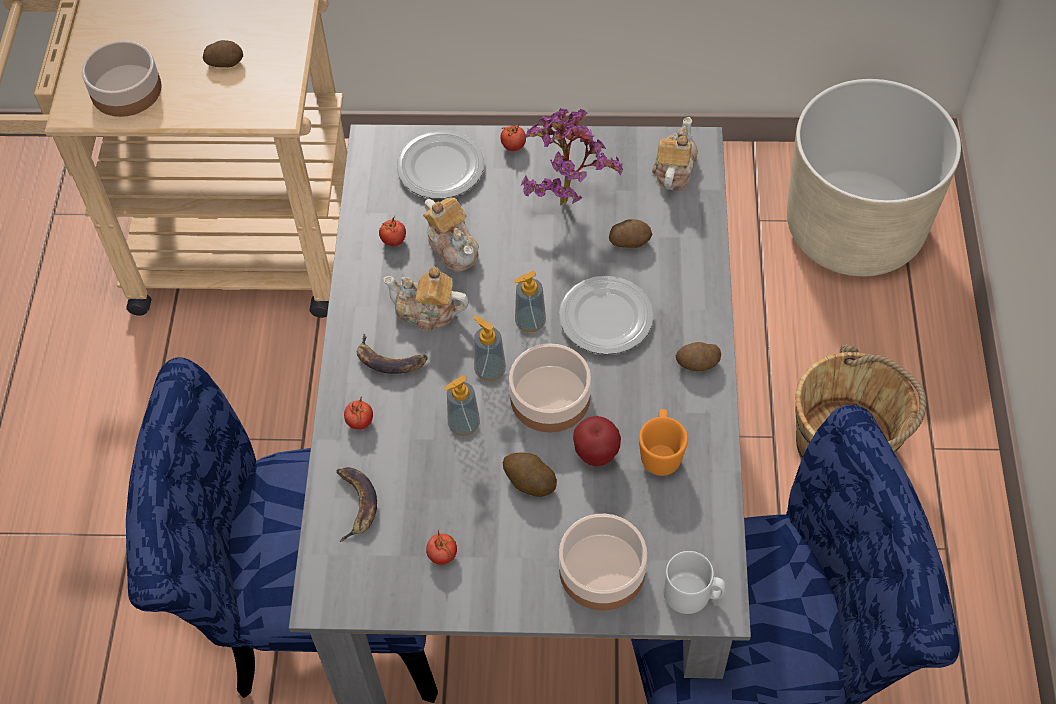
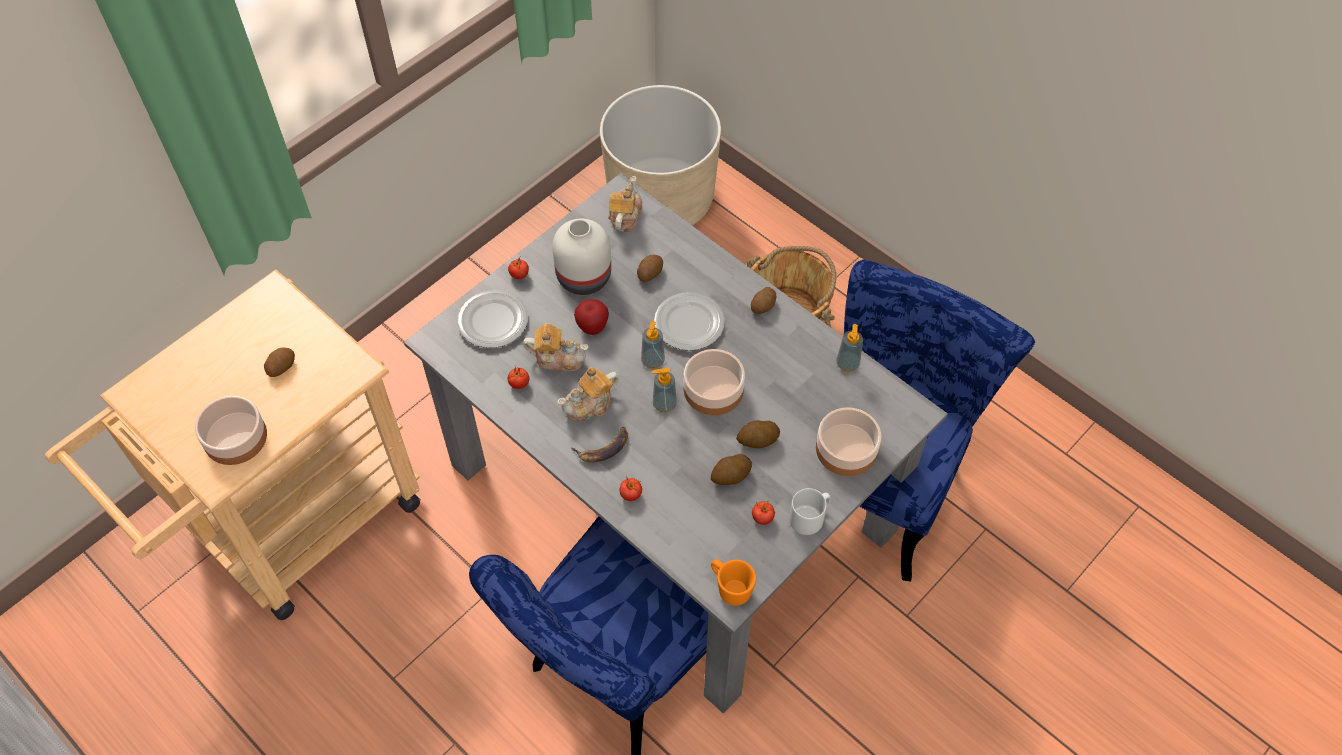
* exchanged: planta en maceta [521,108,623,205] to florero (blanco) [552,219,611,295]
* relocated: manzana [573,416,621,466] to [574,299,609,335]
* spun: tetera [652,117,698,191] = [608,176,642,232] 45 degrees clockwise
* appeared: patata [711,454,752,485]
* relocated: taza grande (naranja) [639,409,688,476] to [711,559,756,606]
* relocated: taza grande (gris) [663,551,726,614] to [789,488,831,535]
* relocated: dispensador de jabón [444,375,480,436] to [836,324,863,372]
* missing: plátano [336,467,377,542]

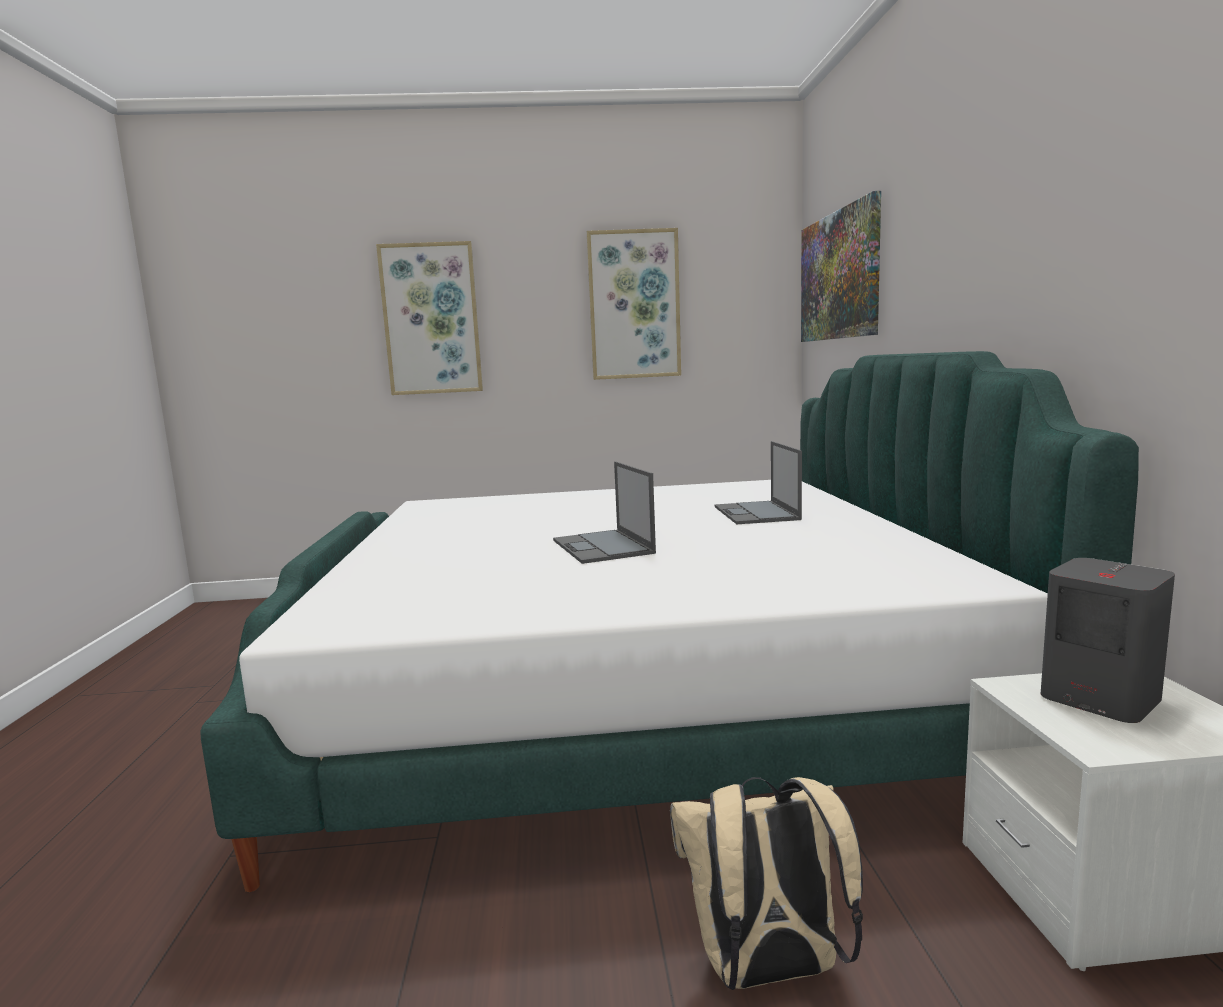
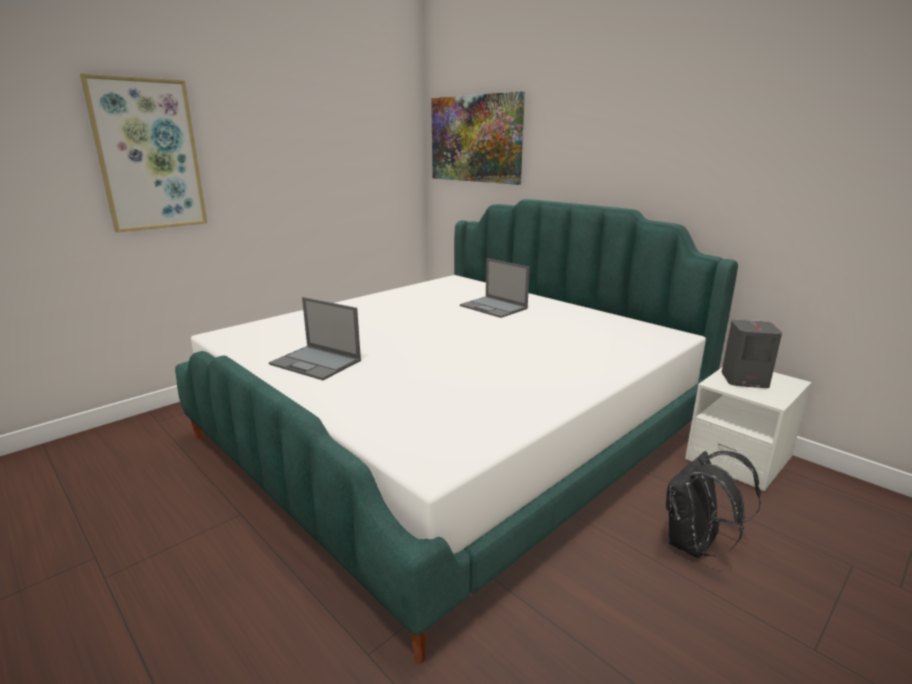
* relocated: portátil [553,462,656,564] to [269,297,361,380]
* colour: mochila (beis) [670,777,863,990] to mochila (negro) [666,451,761,558]
* missing: cuadro [587,228,681,380]

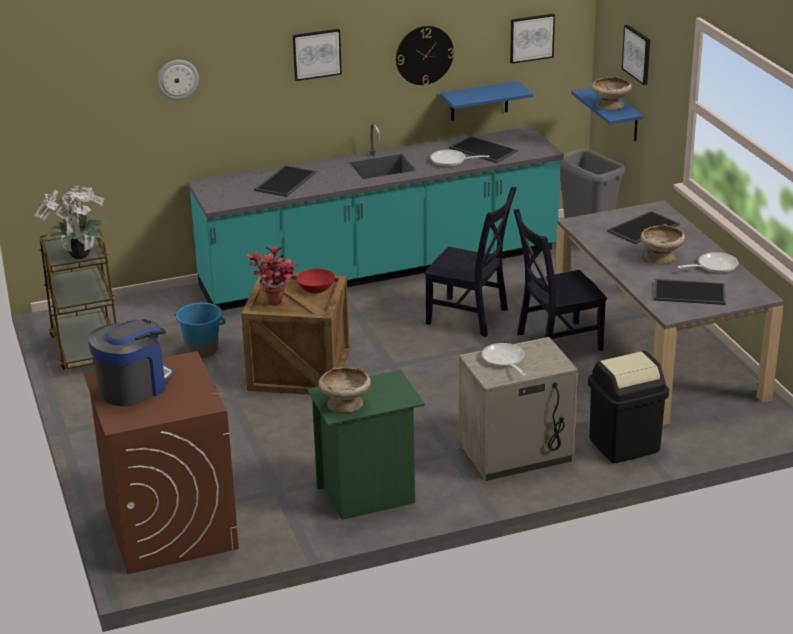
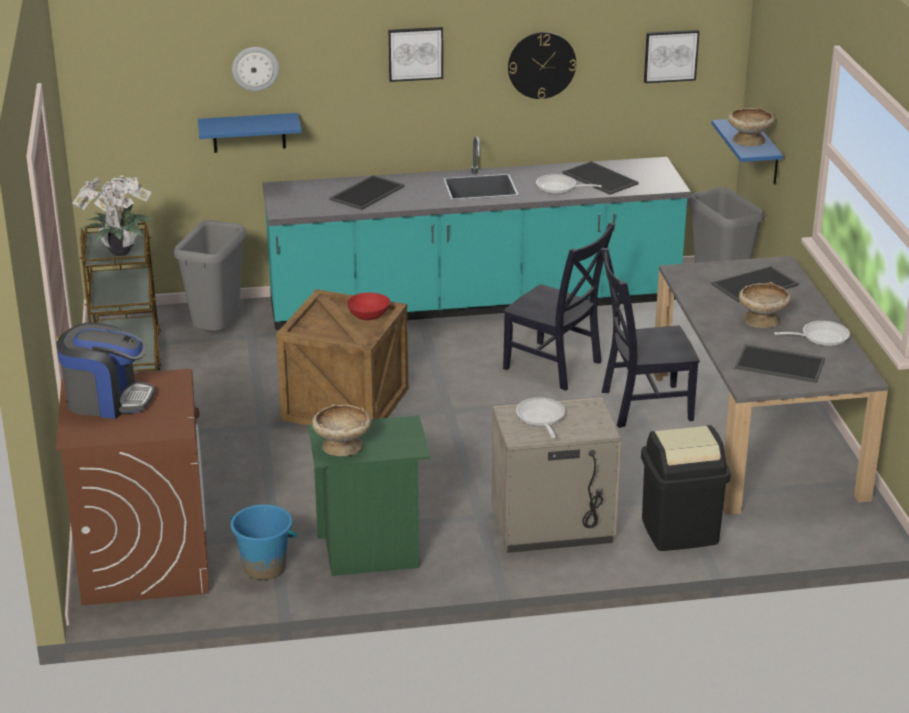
* spun: cafetera [88,319,175,406] = [56,322,155,419] 45 degrees clockwise
* appeared: papelera (gris) [174,220,247,331]
* relocated: estante (azul) [440,81,533,121] to [198,113,302,153]
* relocated: cubo (azul) [174,303,226,358] to [230,504,297,580]
* missing: planta en maceta [245,246,300,306]
* missing: cuadro [622,25,650,85]

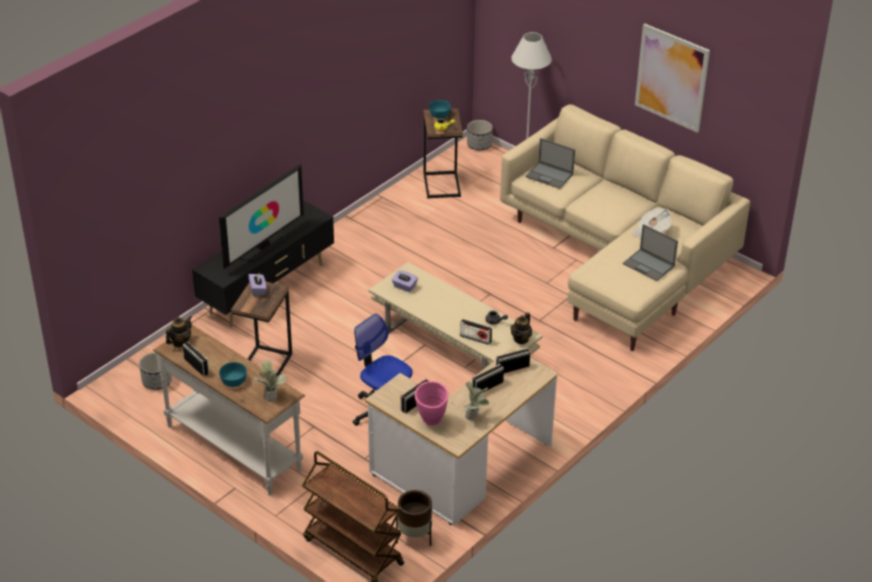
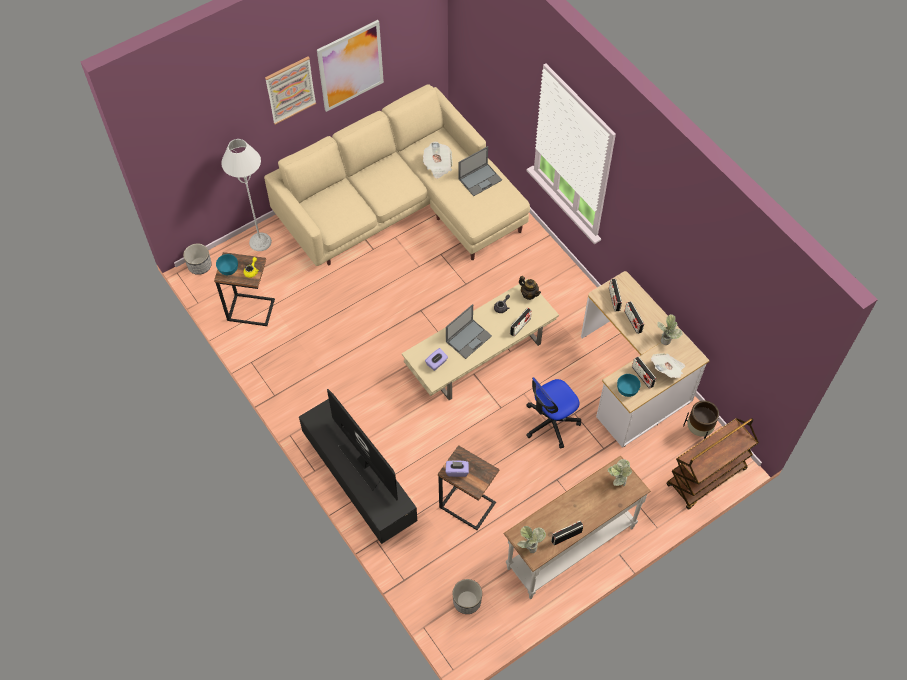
* appeared: cuadro [265,57,316,125]
* relocated: portátil [525,138,575,189] to [446,304,492,359]
* exchanged: tetera [166,316,192,347] to planta en maceta [517,526,546,553]
* relocated: cuenco (turquesa) [219,362,247,387] to [617,374,641,397]
* exchanged: florero (rosa) [415,381,448,426] to periódico [651,353,685,378]

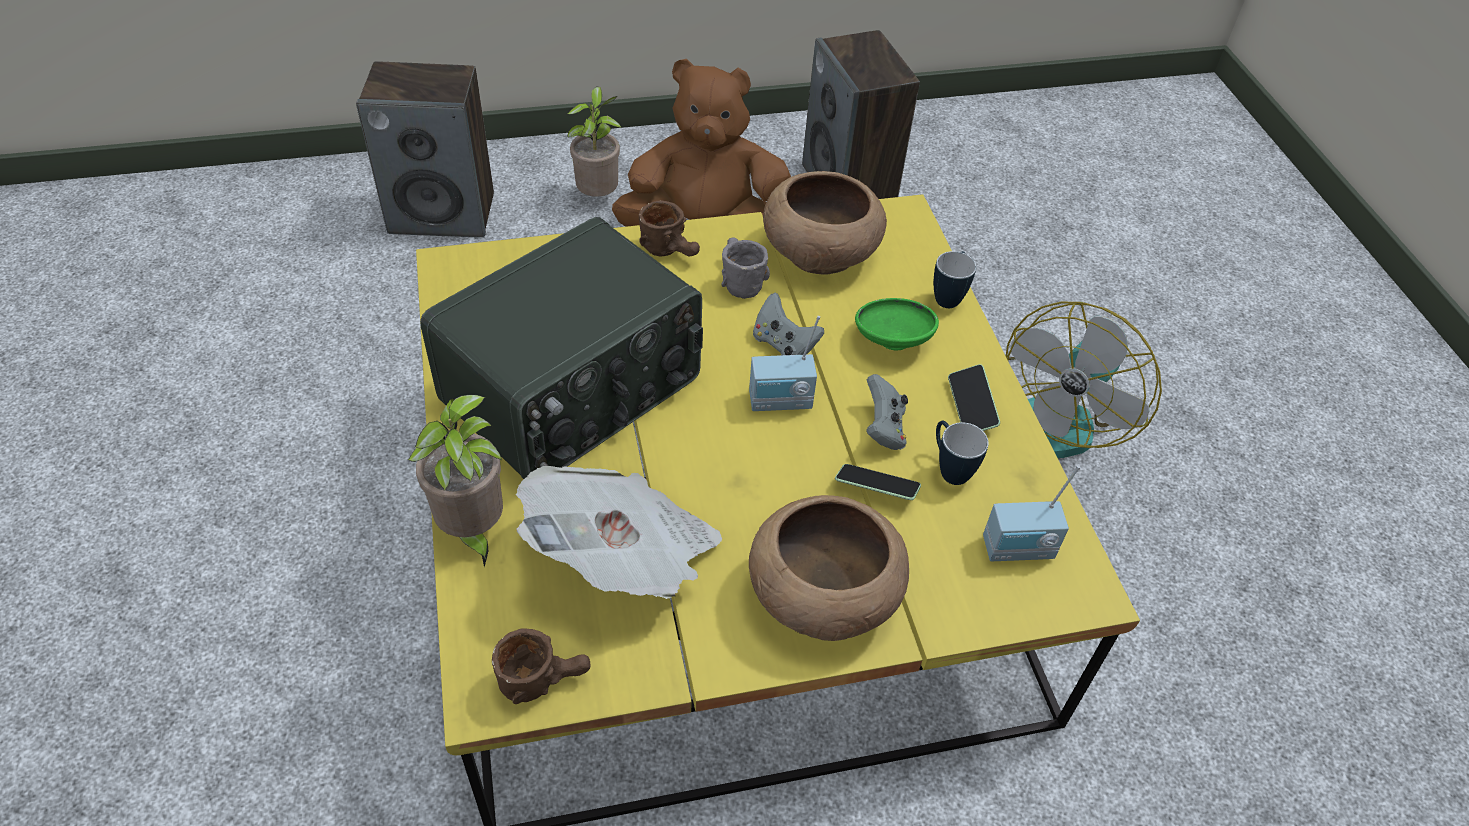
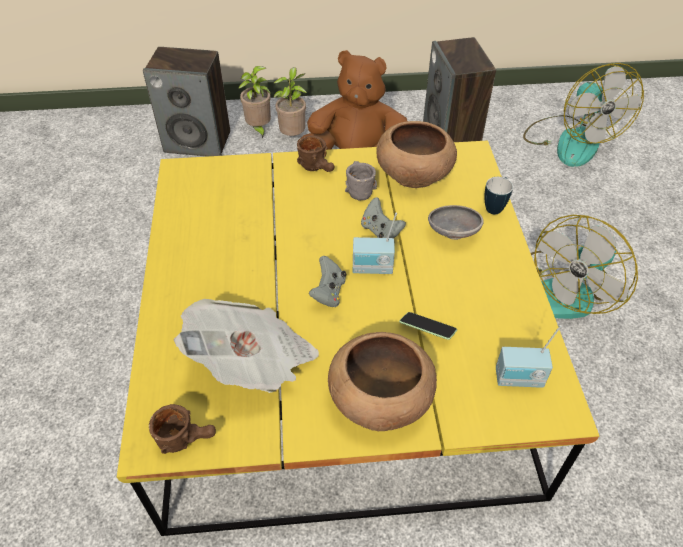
* relocated: planta en maceta [408,395,503,567] to [238,66,271,139]
* relocated: mando de consola (gris) [866,374,908,450] to [309,256,346,307]
* colour: cuenco (verde) [855,298,939,350] to cuenco (gris) [428,205,484,240]
* appeared: ventilador [523,63,644,167]
* missing: radio [420,217,703,479]
* missing: taza grande [936,421,989,485]
* missing: móvil [948,364,1000,431]

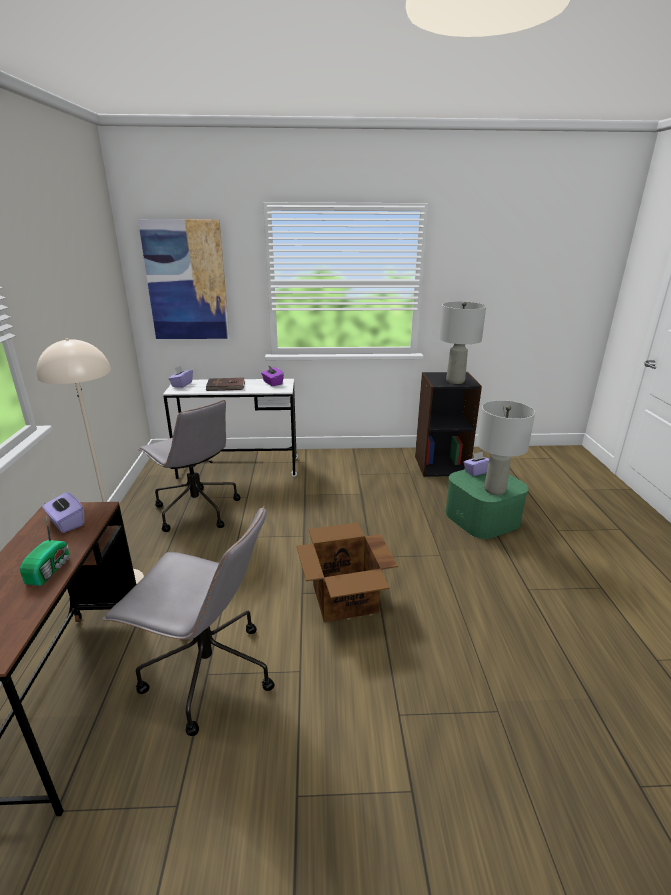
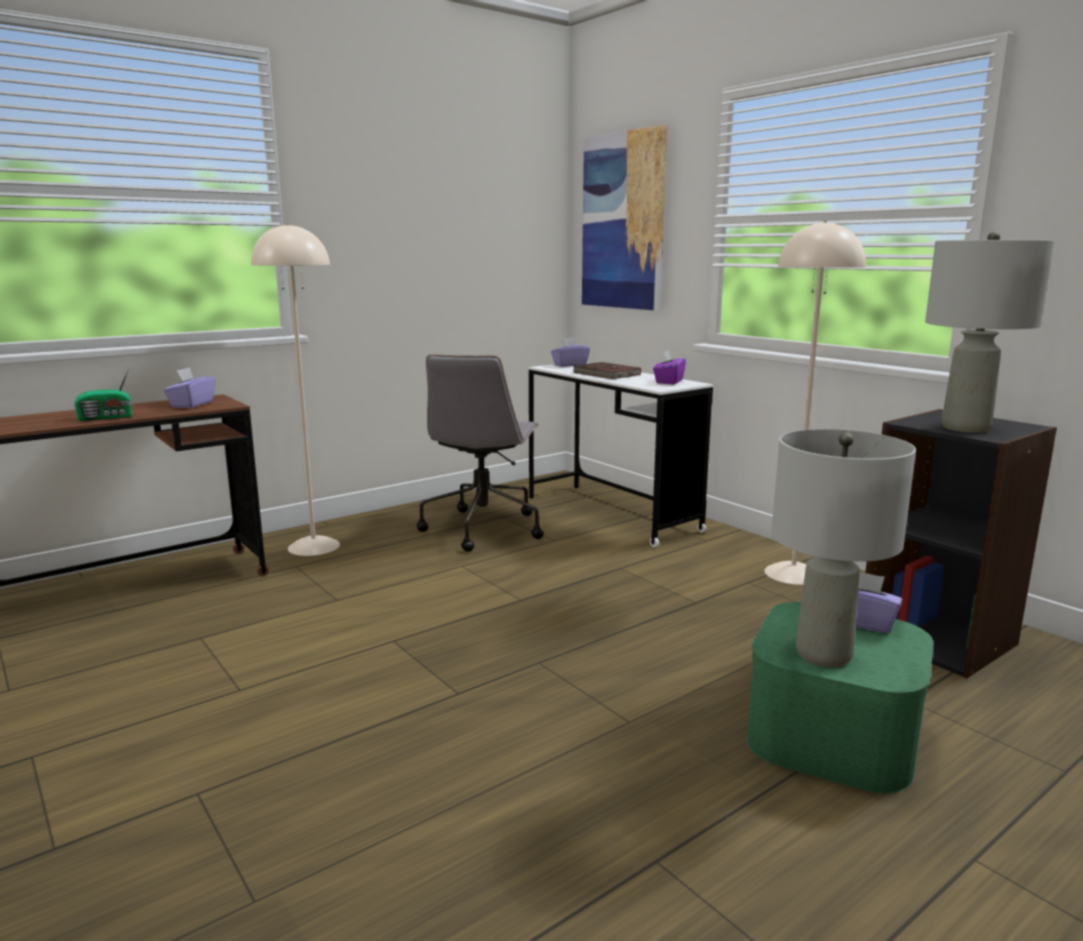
* appeared: lámpara de pie (beis) [764,220,866,585]
* missing: silla de oficina (gris) [103,506,275,736]
* missing: caja de cartón [297,522,398,622]

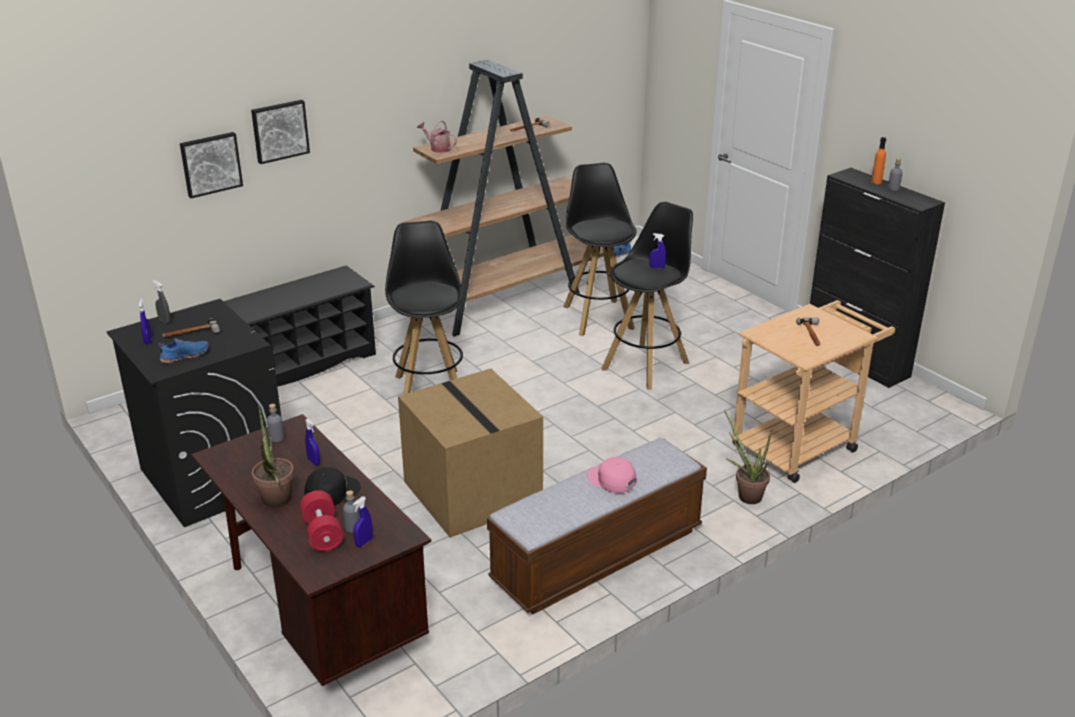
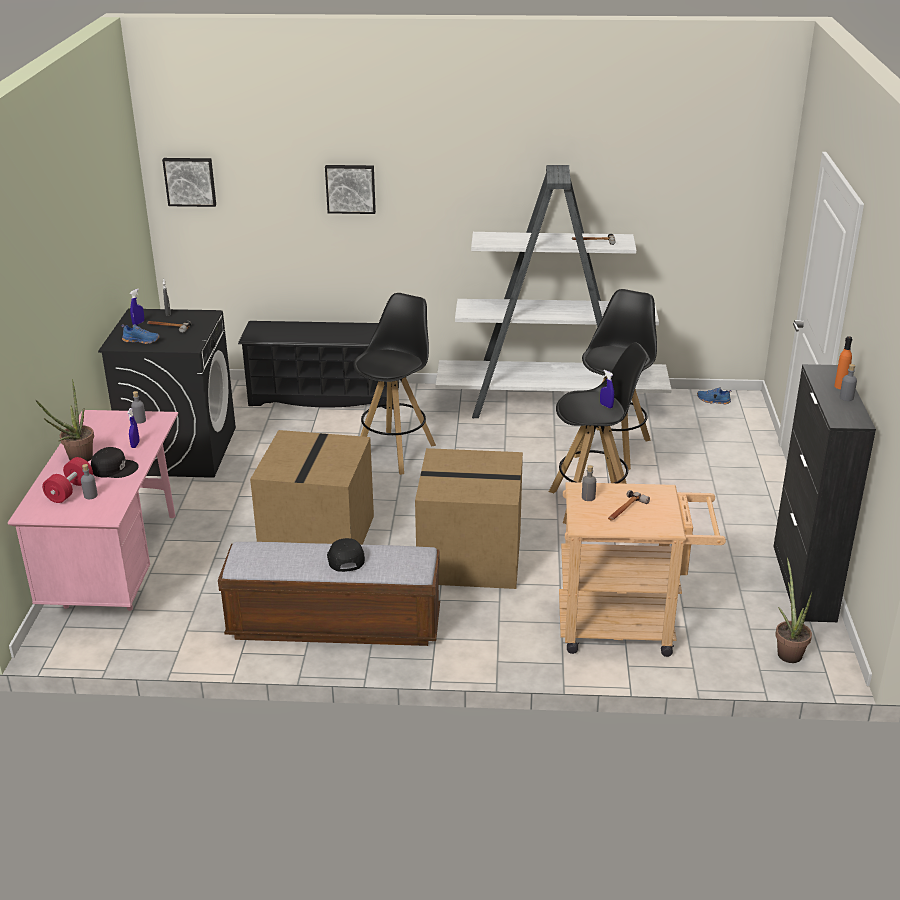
* colour: escritorio (marrón) [191,414,432,686] to escritorio (rosa) [8,410,178,611]
* relocated: cuadro [180,132,243,198] to [162,158,216,207]
* colour: gorra (rosa) [587,457,636,493] to gorra (negro) [327,538,365,572]
* appeared: caja de cartón [415,448,523,589]
* colour: estantería (marrón) [401,60,604,337] to estantería (blanco) [436,165,672,418]
* appeared: botella (gris) [582,465,596,501]
* relocated: planta en maceta [724,410,772,504] to [775,557,812,663]
* missing: pulverizador (azul) [353,497,373,547]
* missing: regadera [417,120,457,153]

